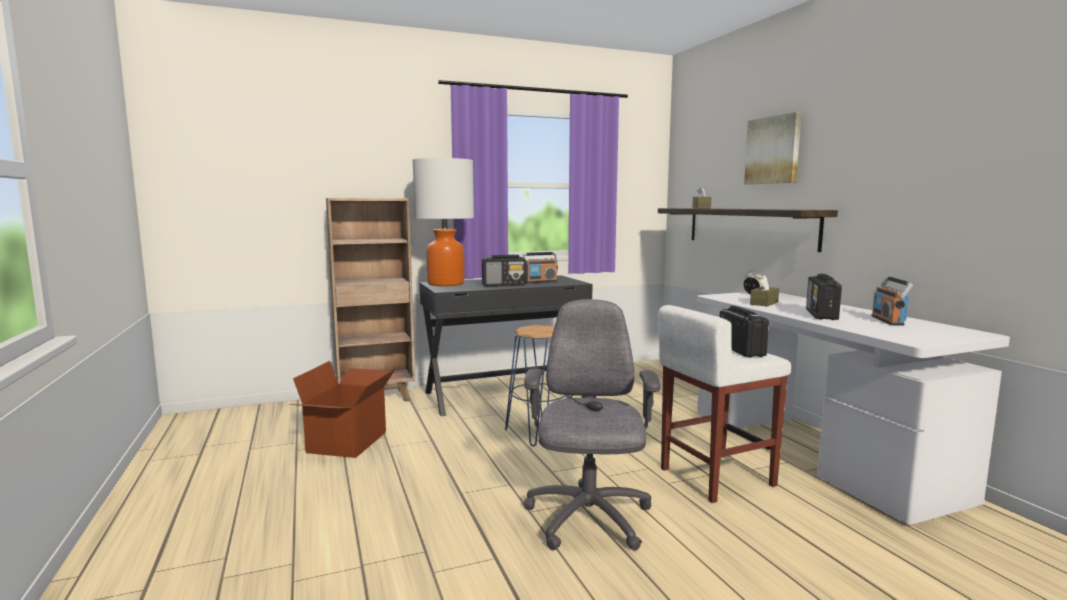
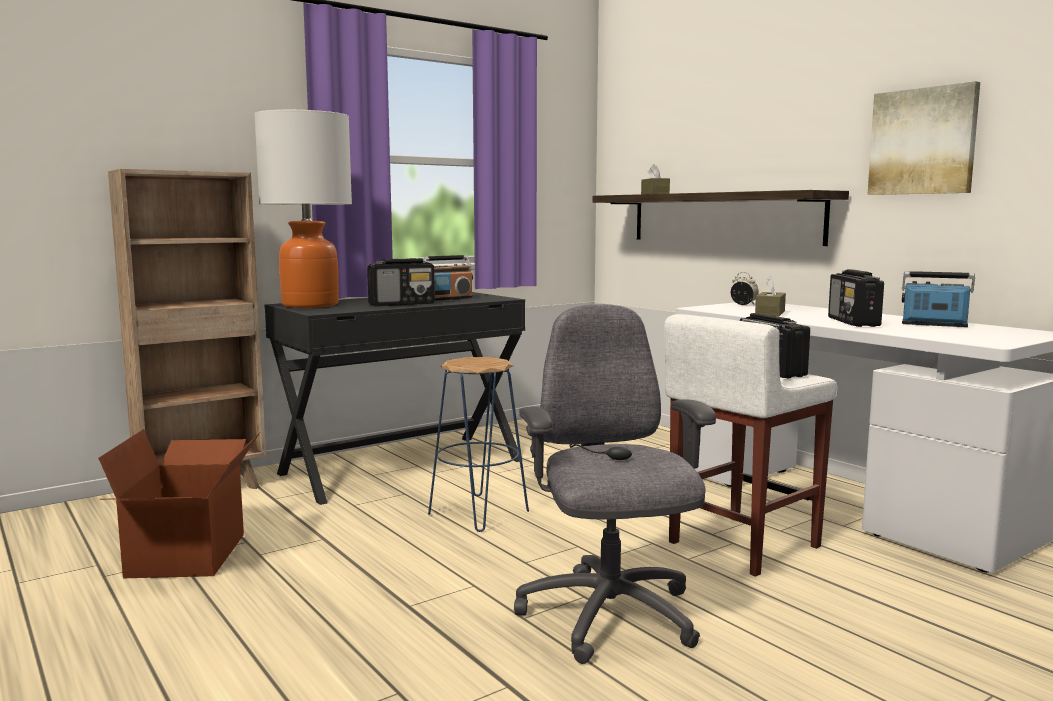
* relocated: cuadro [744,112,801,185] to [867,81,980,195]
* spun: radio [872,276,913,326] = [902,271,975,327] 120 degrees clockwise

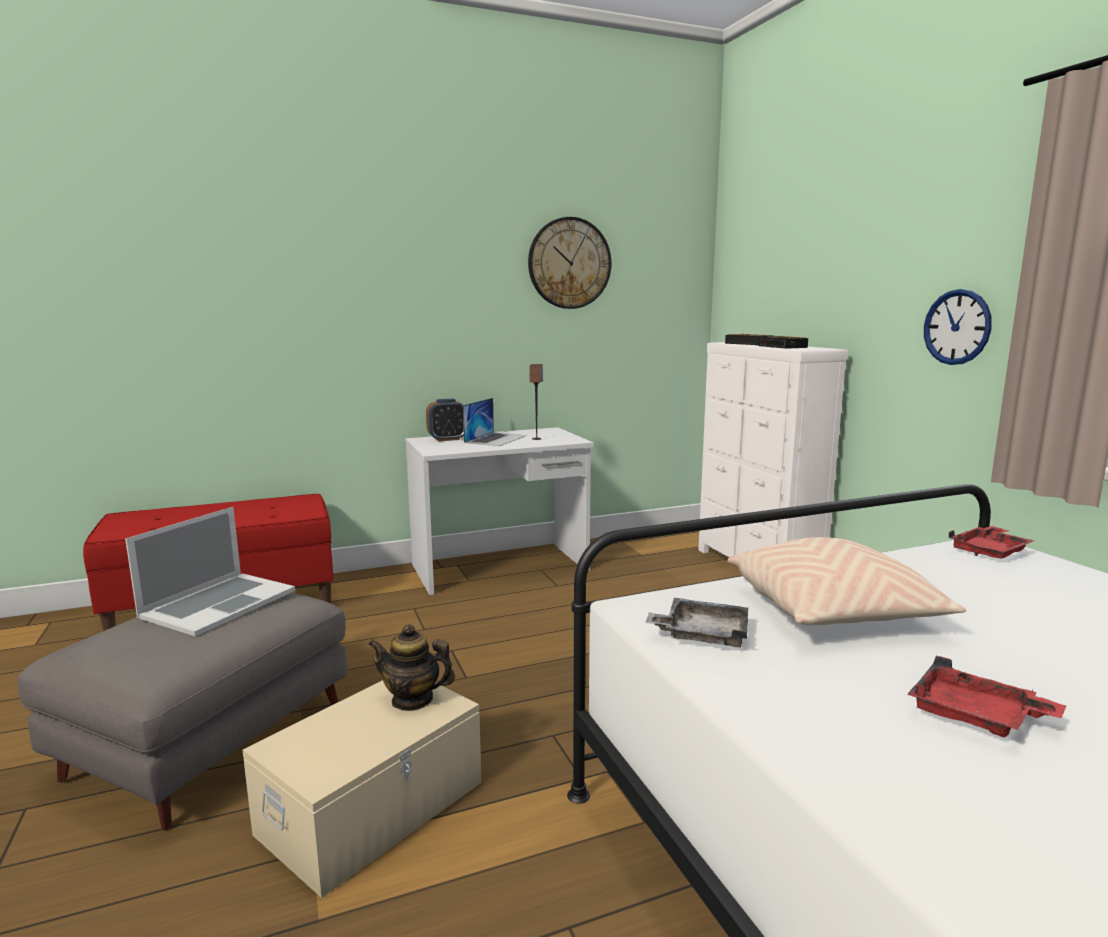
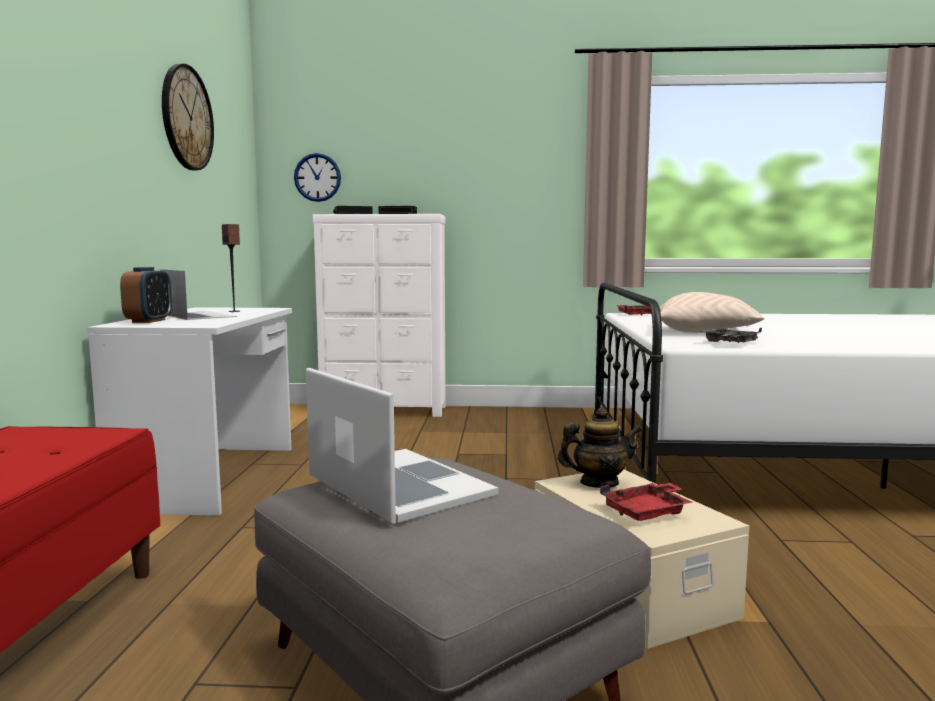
* relocated: reloj de pared [924,289,992,365] to [294,153,341,202]
* spun: tetera [368,624,455,711] = [558,407,642,488] 135 degrees counterclockwise
* relocated: bandeja (rojo) [907,656,1066,737] to [600,483,692,521]

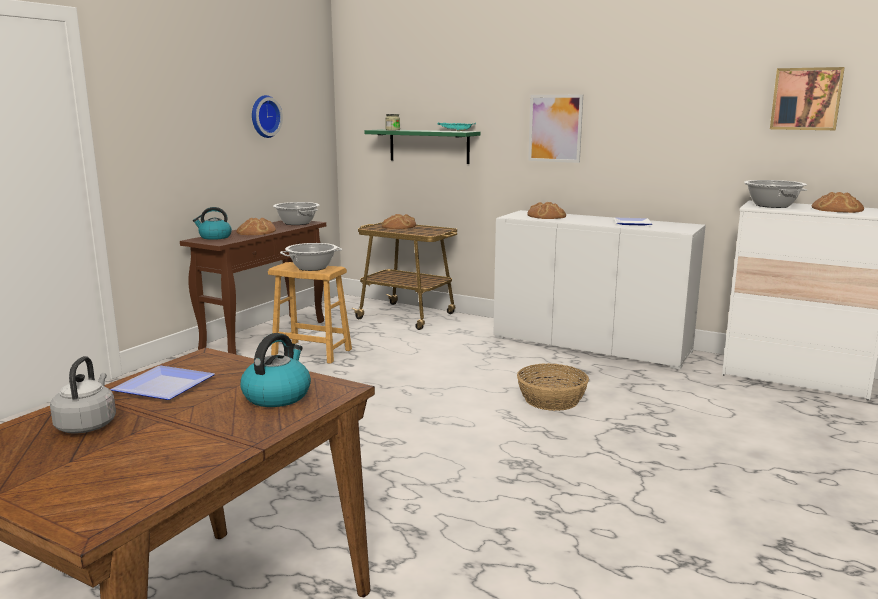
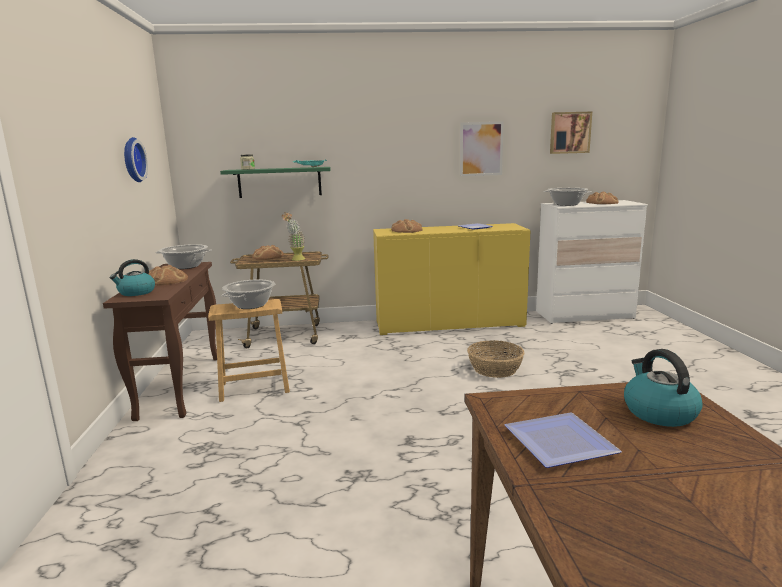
* appeared: planta en maceta [282,212,305,261]
* colour: armario (blanco) [493,210,706,369] to armario (amarillo) [373,223,531,335]
* relocated: cuadro [528,95,583,163] to [460,122,504,176]
* missing: hervidor (gris) [50,356,116,434]

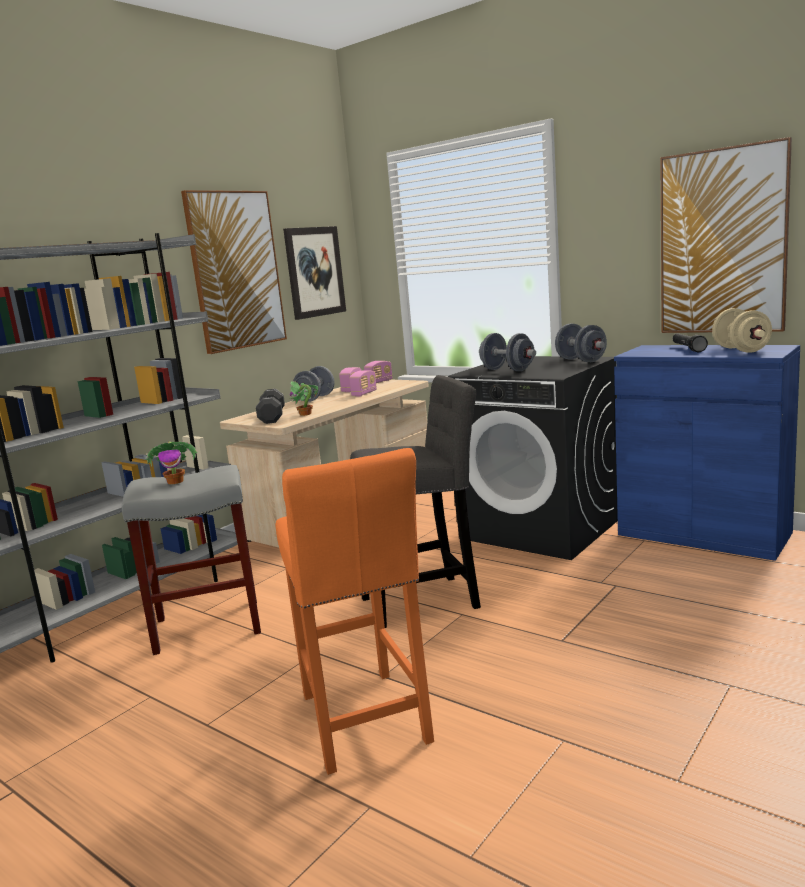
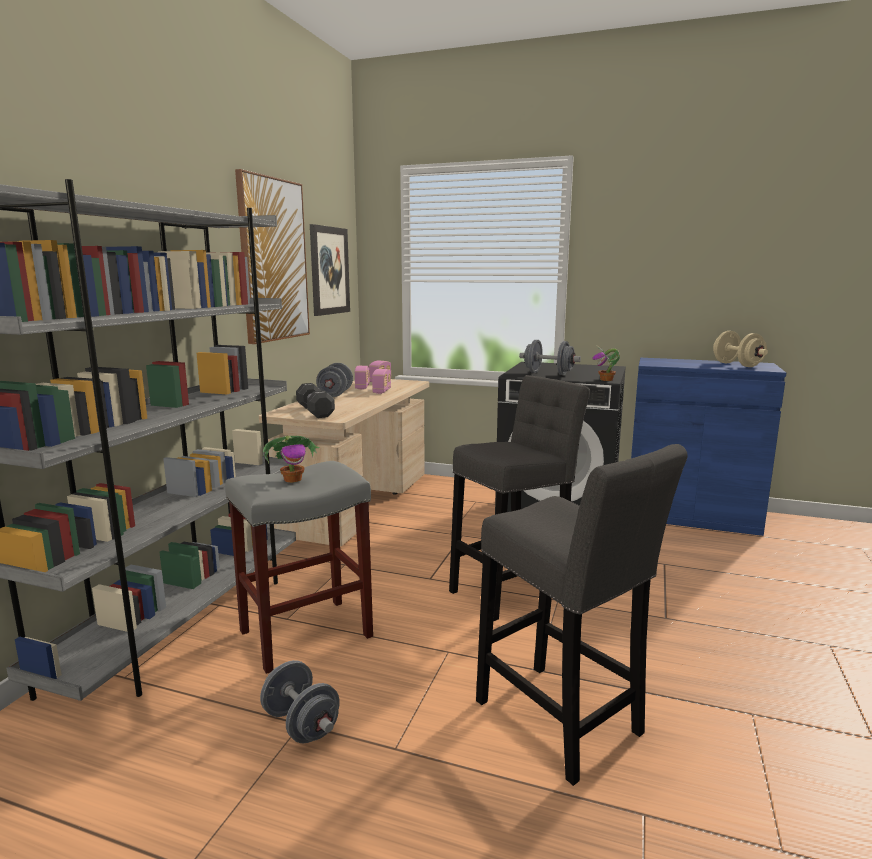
* relocated: mancuerna (gris) [555,324,607,362] to [260,660,340,743]
* colour: taburete (naranja) [276,448,434,775] to taburete (gris) [476,444,688,786]
* relocated: planta en maceta [290,381,318,416] to [592,345,620,381]
* missing: cuadro [660,137,792,333]
* missing: linterna (negro) [673,333,708,352]

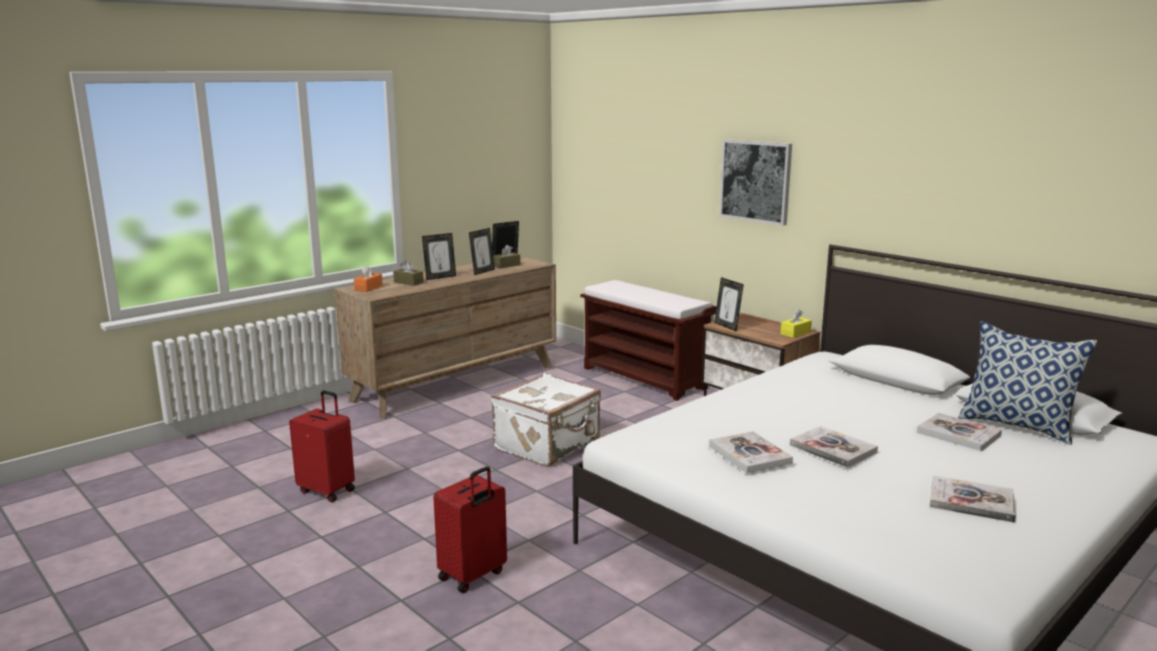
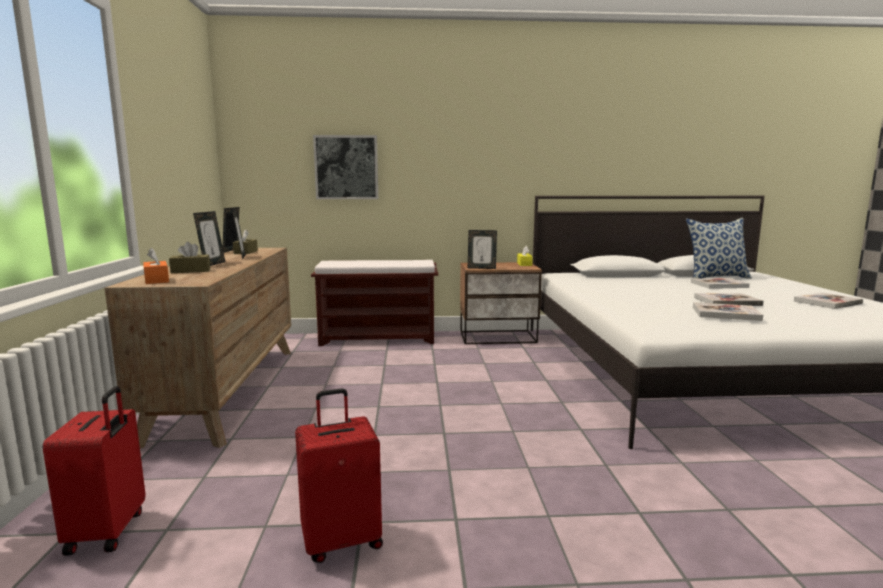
* relocated: maleta (rojo) [433,466,507,593] to [42,386,146,556]
* relocated: cuadro [719,139,792,226] to [313,135,378,199]
* missing: maleta (blanco) [491,373,601,467]

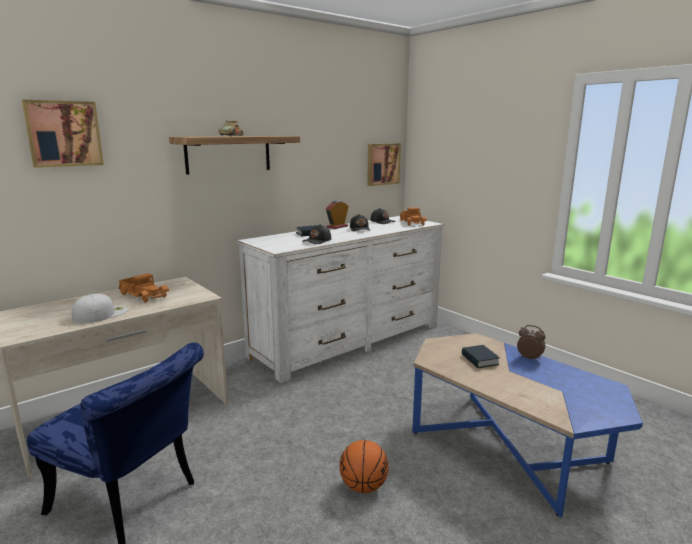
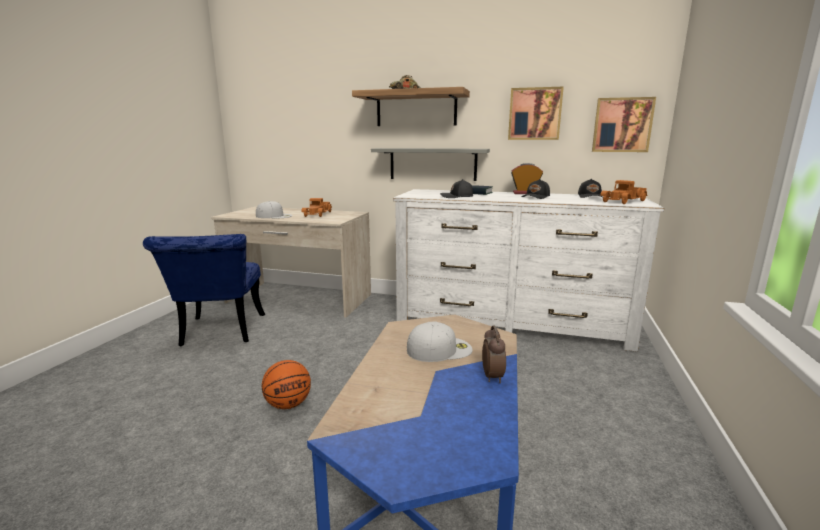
* appeared: estante (gris) [371,148,490,181]
* exchanged: libro [462,345,500,368] to gorra (blanco) [407,321,473,362]
* relocated: cuadro [22,100,104,168] to [508,87,564,140]

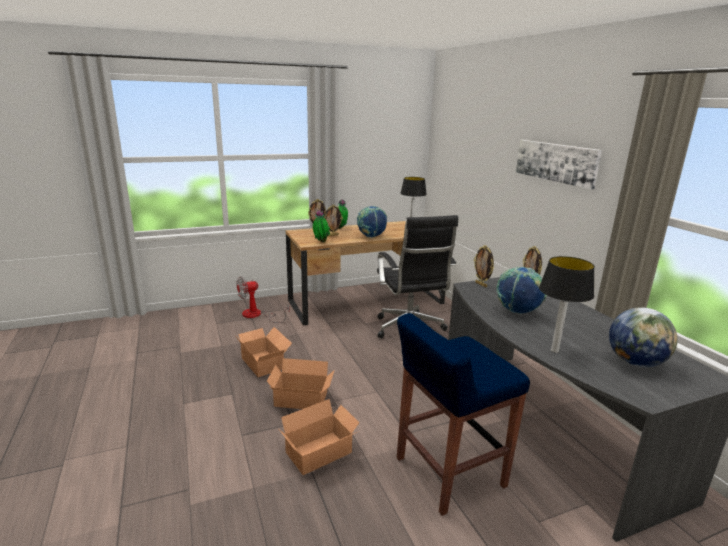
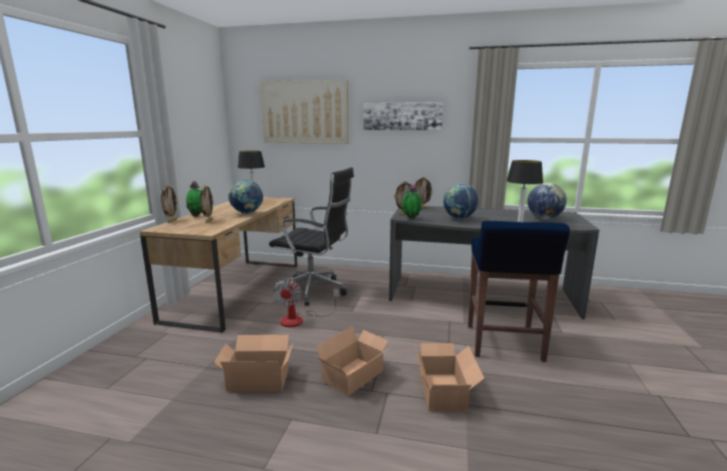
* appeared: cuadro [260,80,348,144]
* relocated: ventilador [236,276,290,323] to [273,278,339,327]
* relocated: planta en maceta [313,210,330,242] to [401,184,422,219]

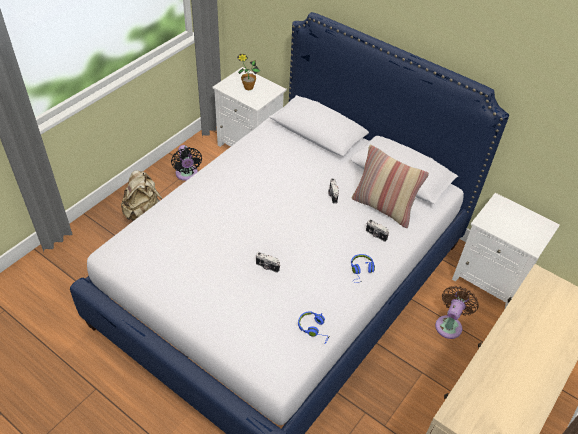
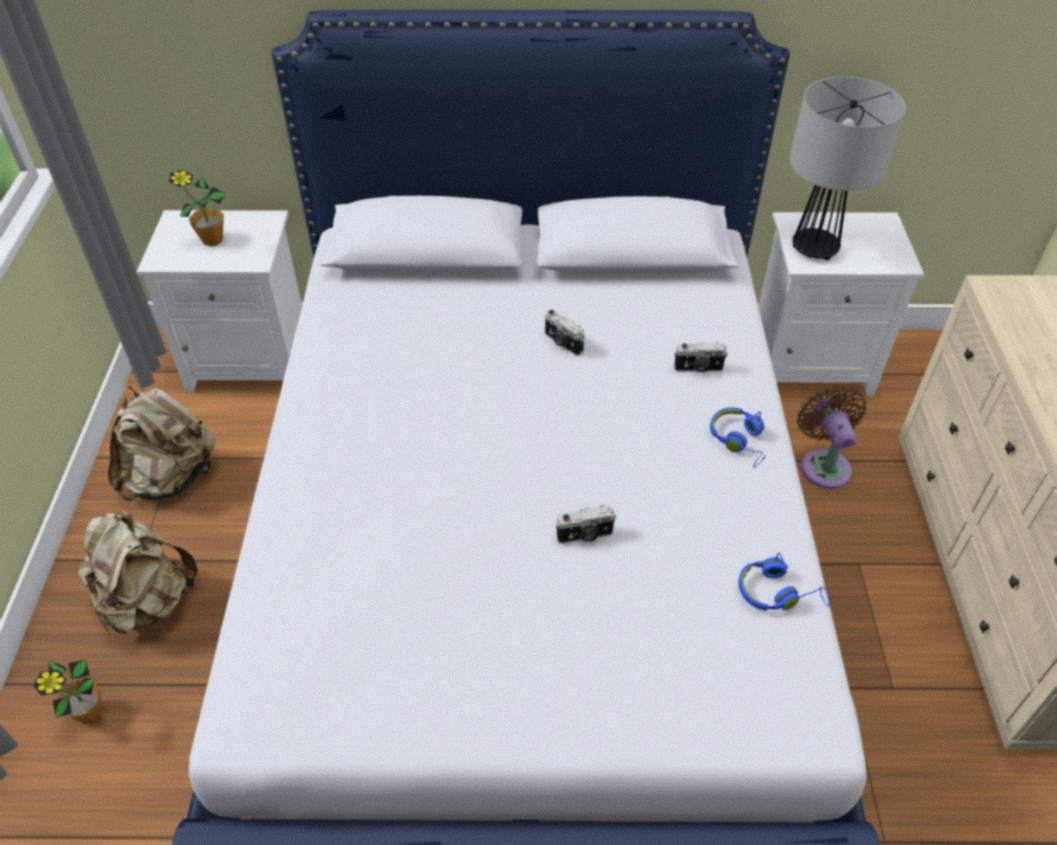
* appeared: planta en maceta [33,660,102,724]
* exchanged: ventilador (negro) [171,145,202,181] to mochila (beis) [108,386,216,501]
* appeared: lámpara de mesa [790,77,905,261]
* missing: cojín [352,145,429,228]

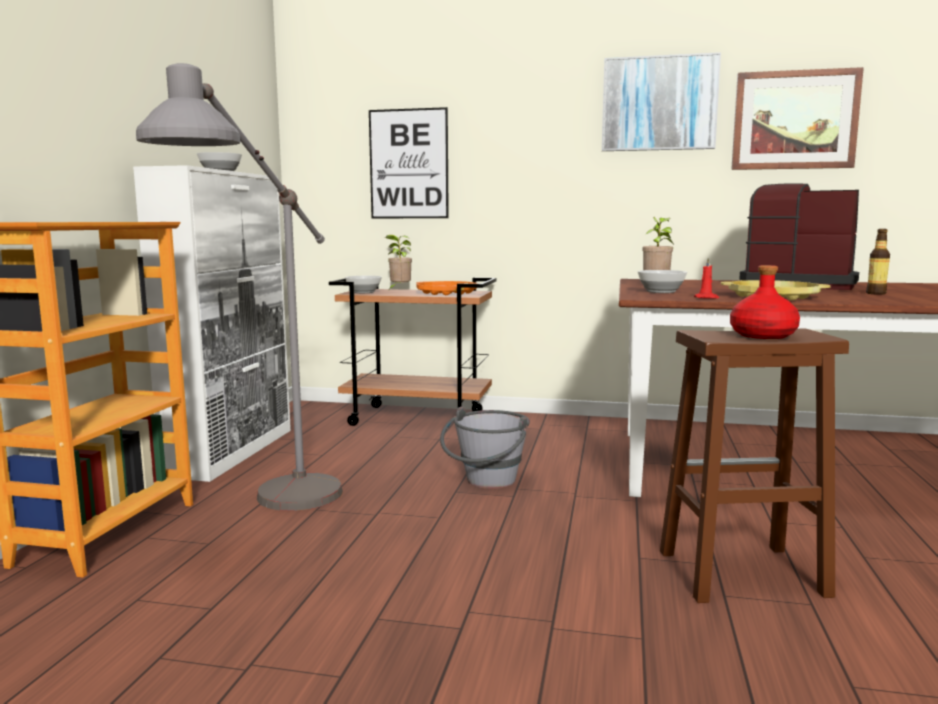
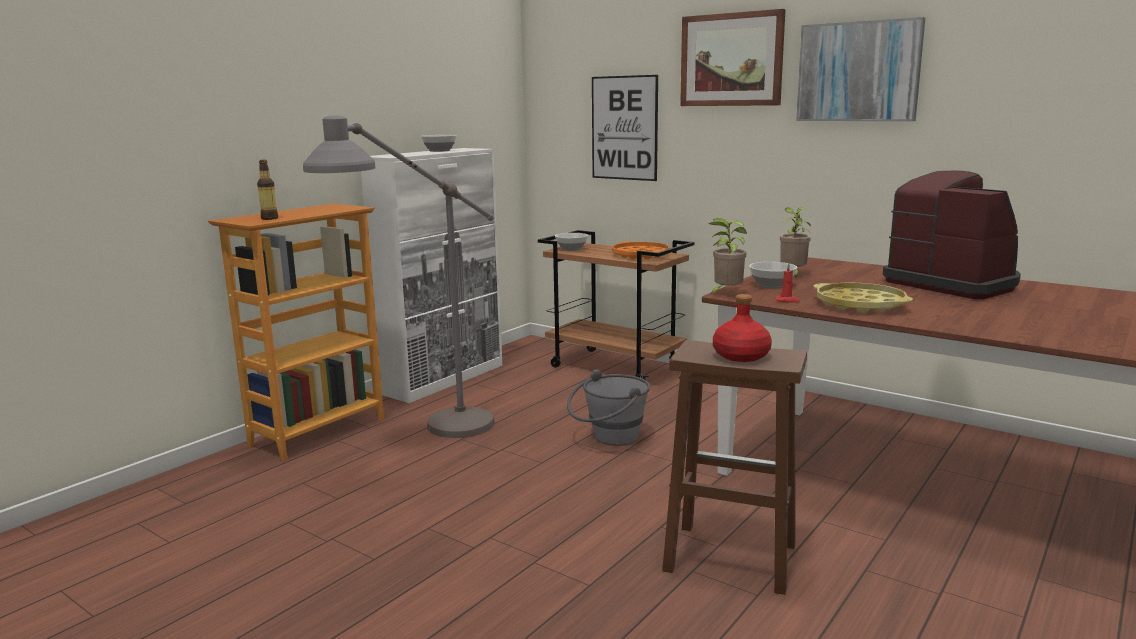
* relocated: botella [866,229,890,295] to [257,160,278,220]
* relocated: cuadro [731,67,864,170] to [680,9,786,106]
* relocated: planta en maceta [385,235,412,289] to [708,218,747,294]

